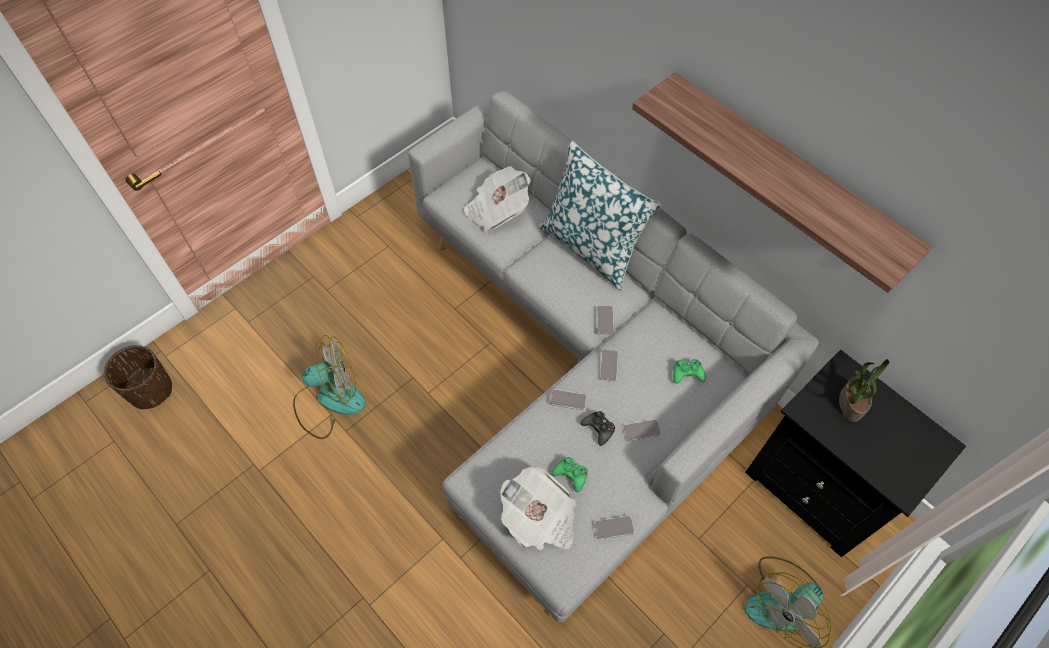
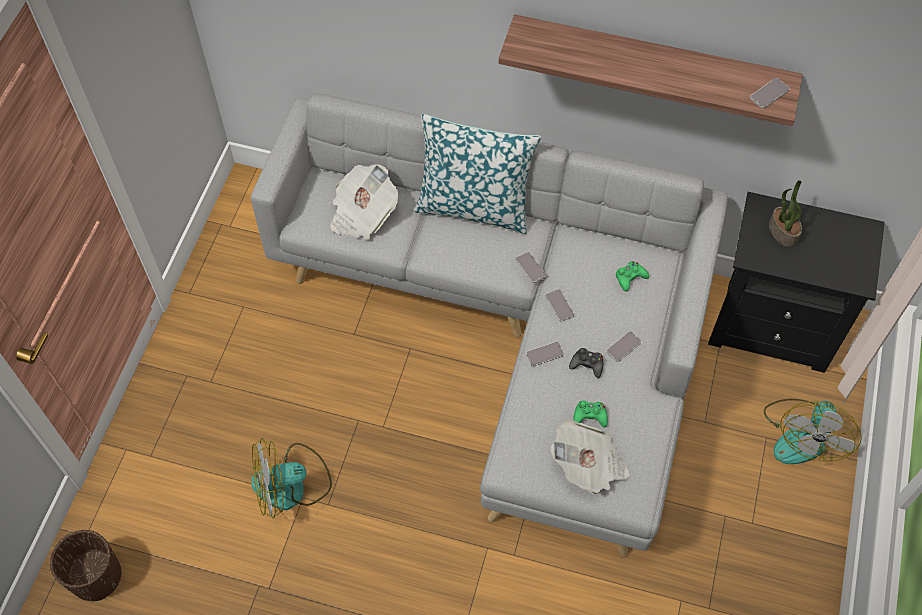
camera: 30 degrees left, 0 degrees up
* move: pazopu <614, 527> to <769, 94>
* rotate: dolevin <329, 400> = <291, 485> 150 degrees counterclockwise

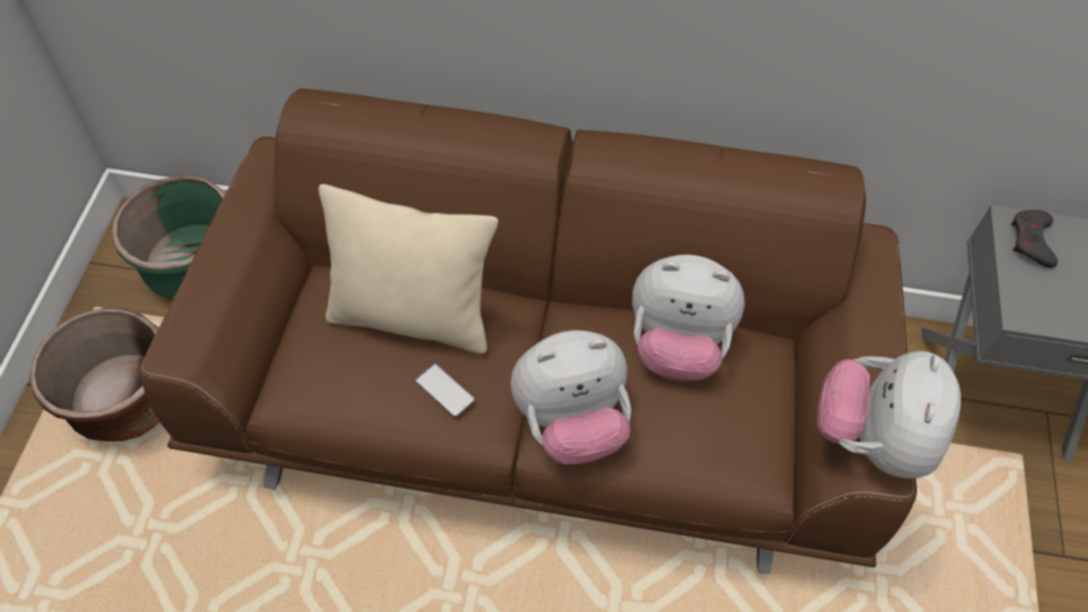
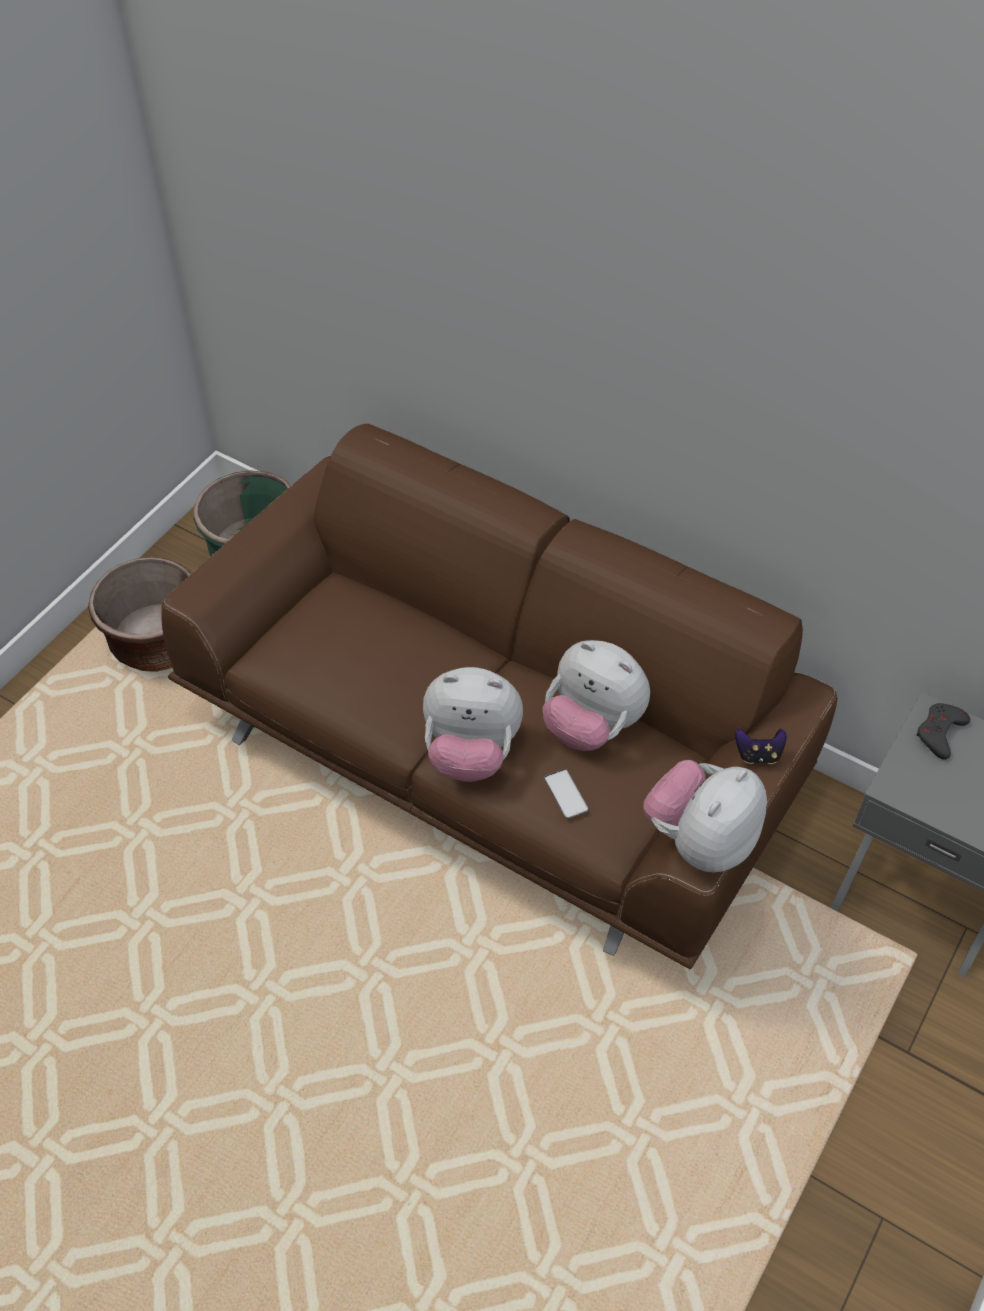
camera: 25 degrees right, 5 degrees down
* delete: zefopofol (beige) <413, 317>
* insert: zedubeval <758, 754>
* move: pazopu <444, 390> to <566, 794>

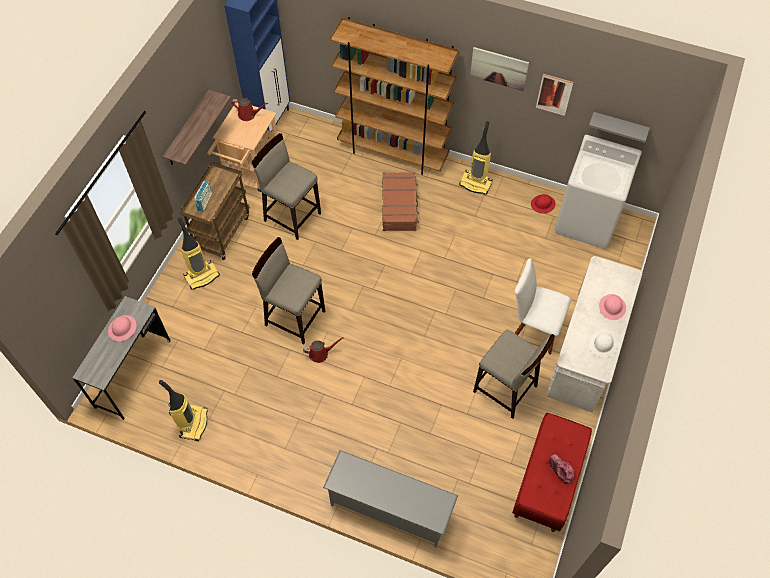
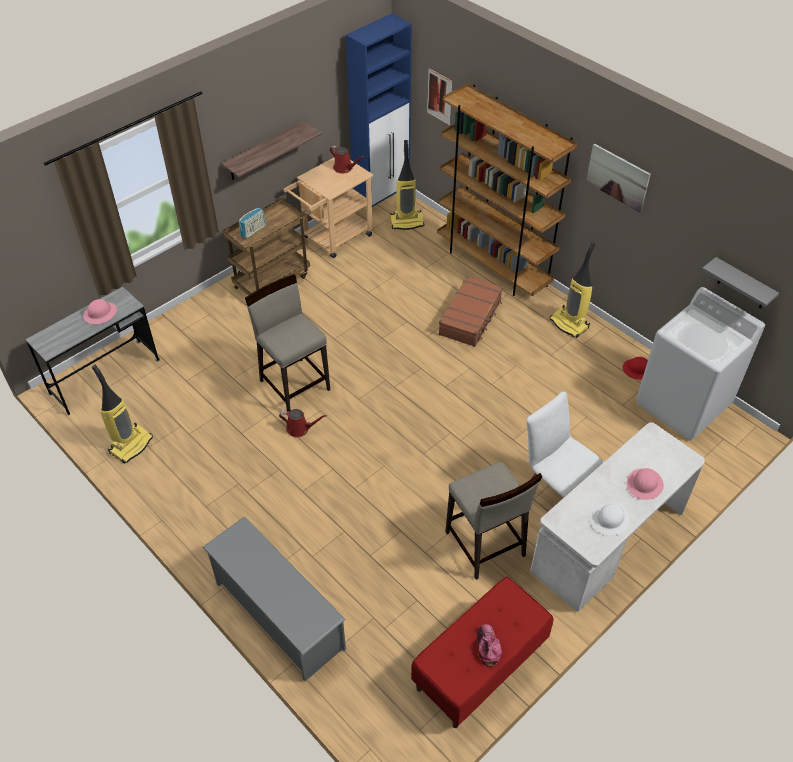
camera: 25 degrees right, 10 degrees down
* delete: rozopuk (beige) <292, 216>
* move: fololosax <202, 276> to <407, 222>
* move: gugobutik <554, 94> to <439, 97>

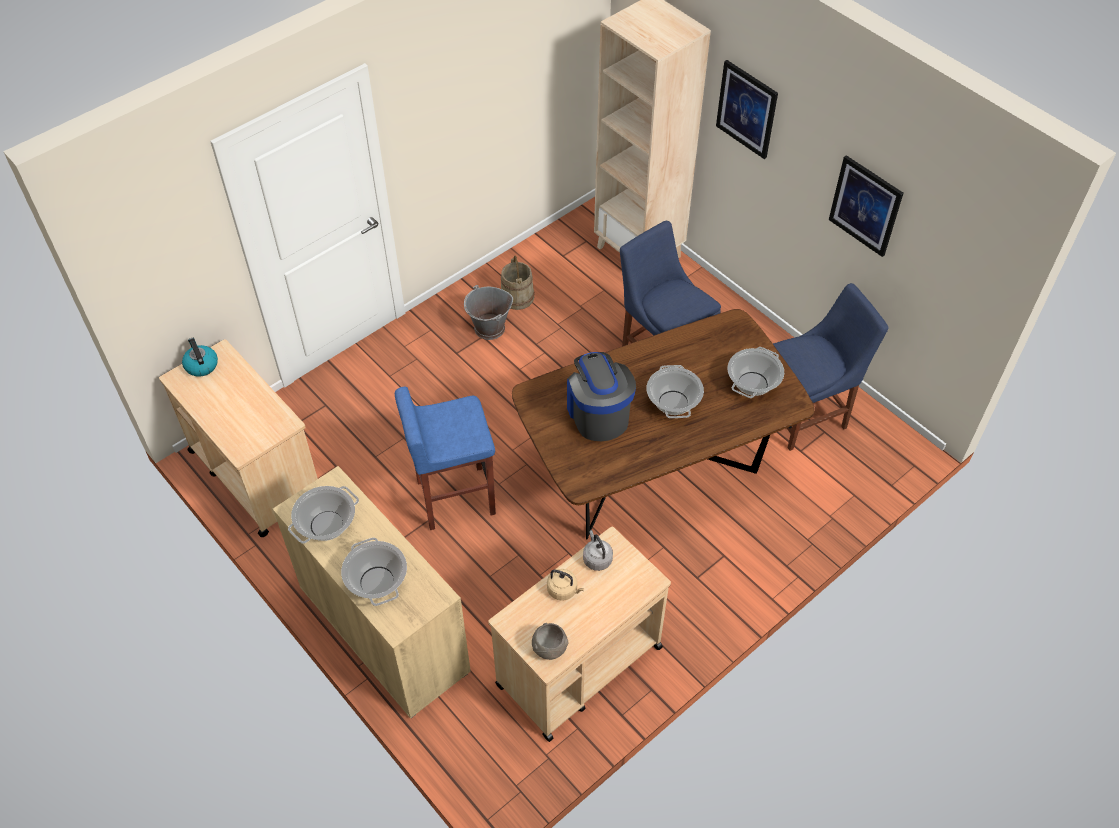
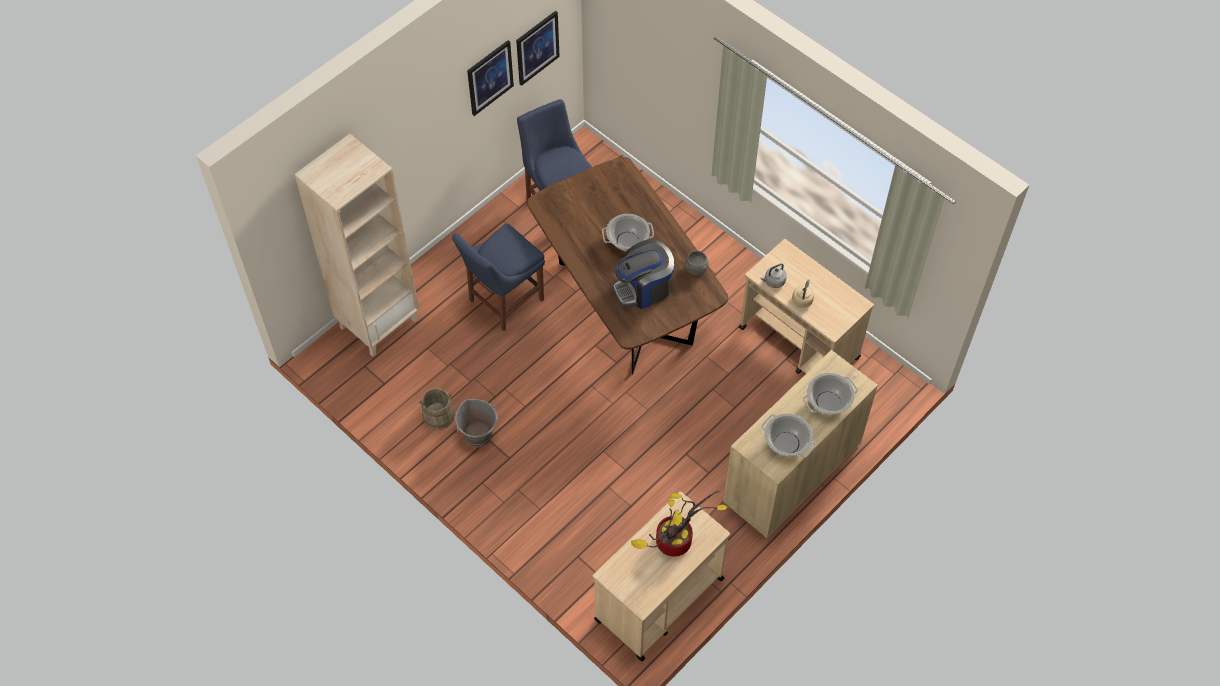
camera: 95 degrees left, 5 degrees up
* delete: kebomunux <201, 365>
* delete: rozopuk (blue) <454, 497>
* delete: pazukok <752, 383>
* insert: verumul <673, 544>
* move: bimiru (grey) <550, 649> to <696, 269>
* move: gugobutik <747, 109> to <537, 47>

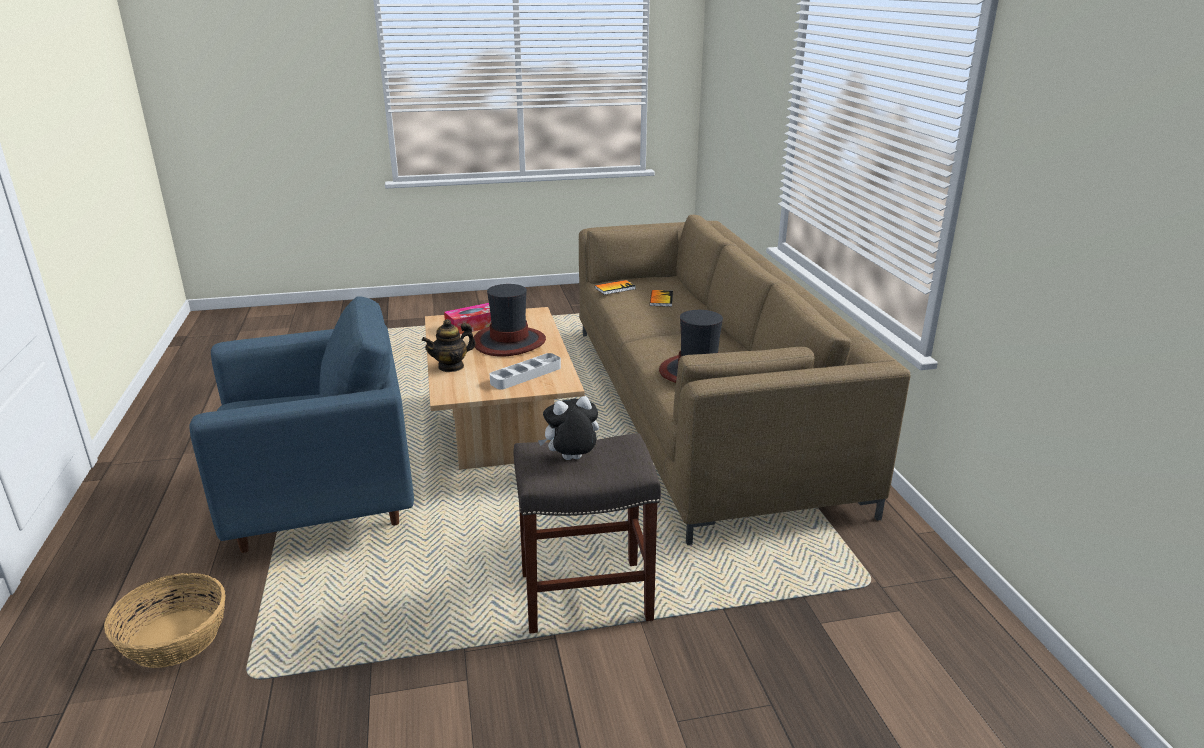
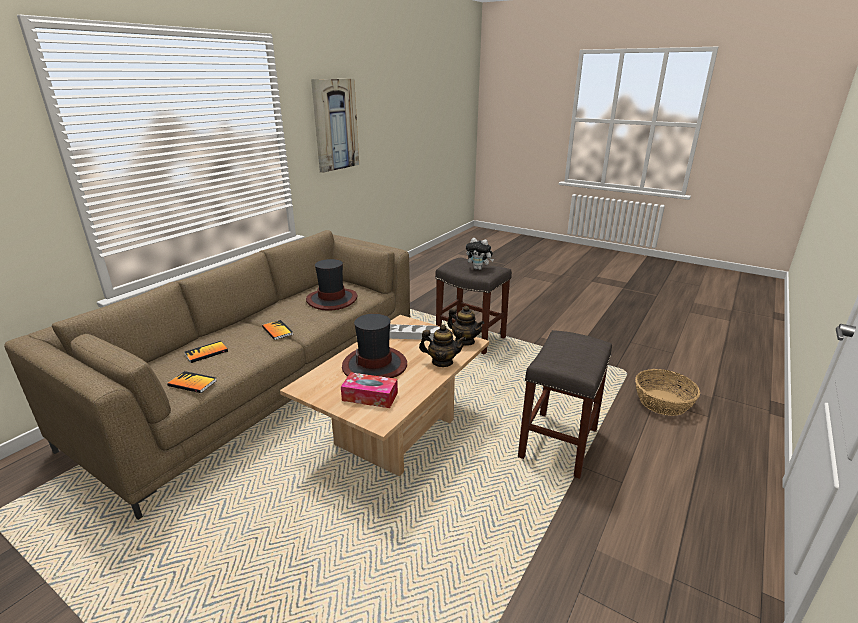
camera: 135 degrees left, 0 degrees up
* insert: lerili <277, 331>
* insert: gugobutik <335, 125>
* insert: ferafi <465, 341>
* replace: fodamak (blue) <321, 505> to rozopuk (grey) <558, 442>

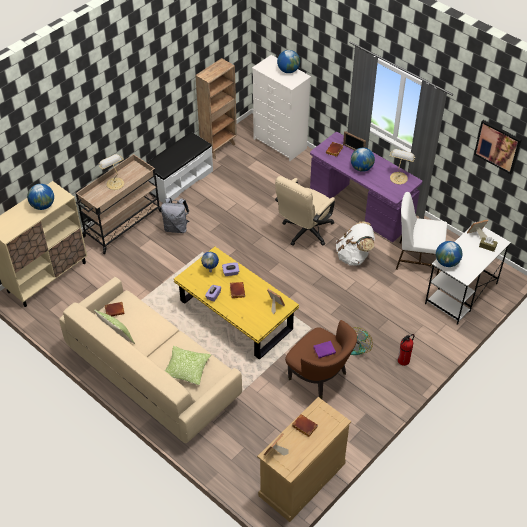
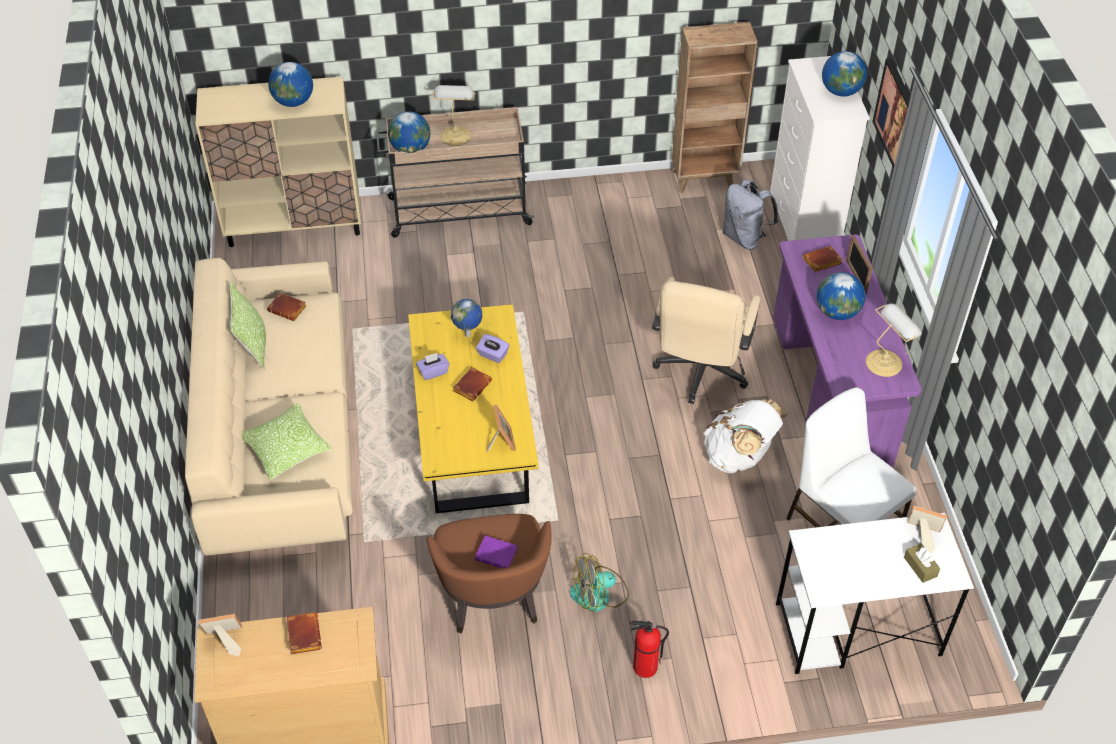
camera: 40 degrees right, 0 degrees up
* delete: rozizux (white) <179, 181>
* move: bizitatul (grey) <176, 228> to <745, 238>
* move: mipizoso <447, 262> to <410, 149>
* move: gugobutik <498, 146> to <896, 114>
* rotate: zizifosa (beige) <304, 232> = <700, 373> 60 degrees counterclockwise

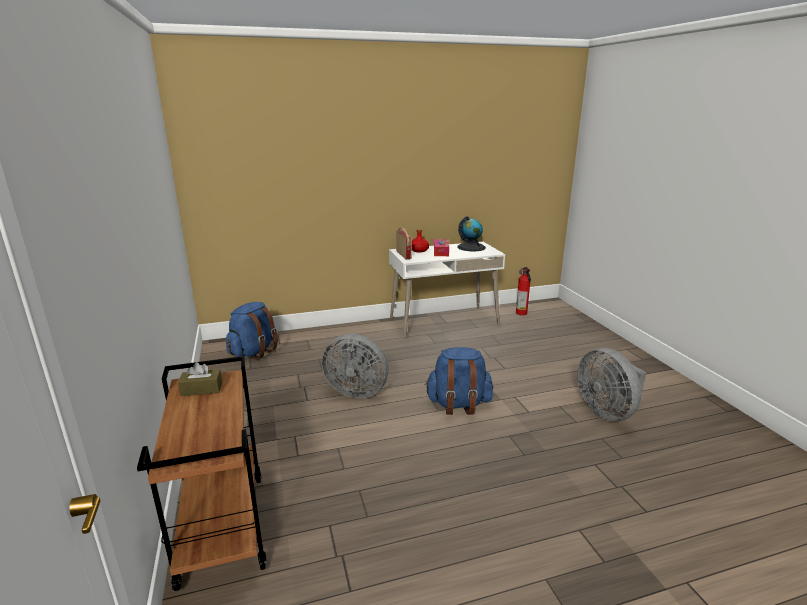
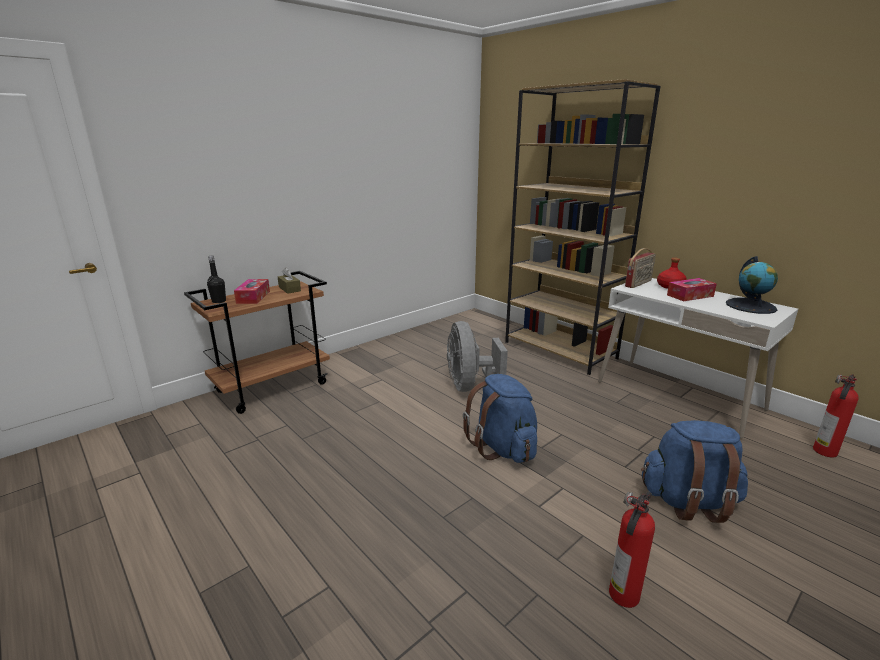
camera: 65 degrees right, 0 degrees up
* insert: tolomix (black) <219, 301>
* insert: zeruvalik <253, 297>
* insert: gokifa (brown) <560, 350>
* move: bizitatul (blue) <254, 351> to <688, 501>
* replace: dolevin (grey) <607, 411> to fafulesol <623, 596>

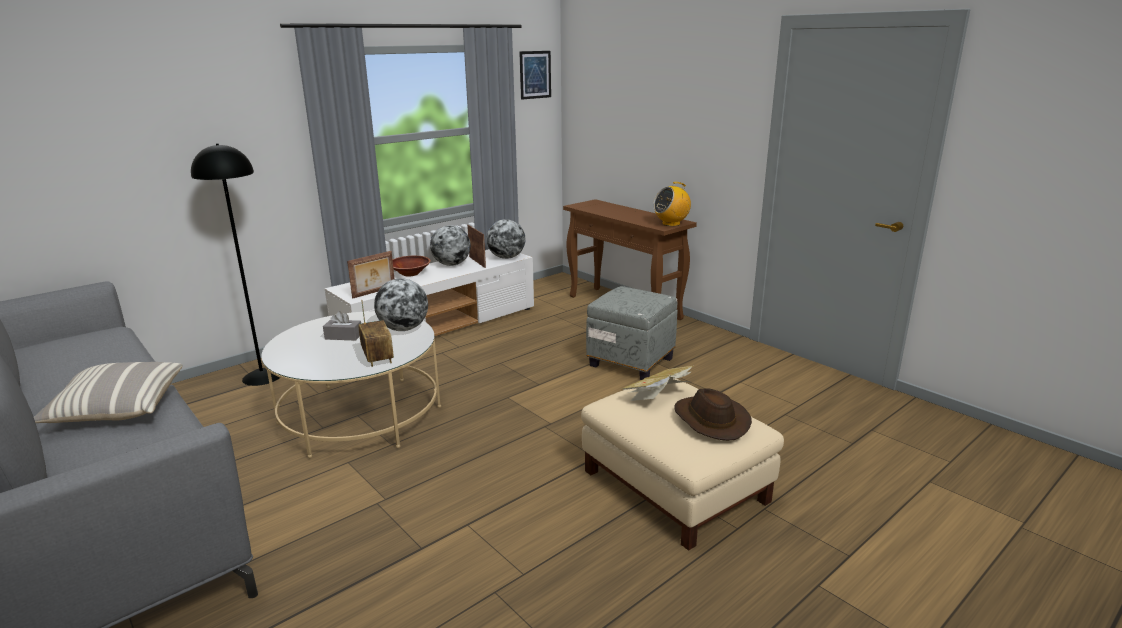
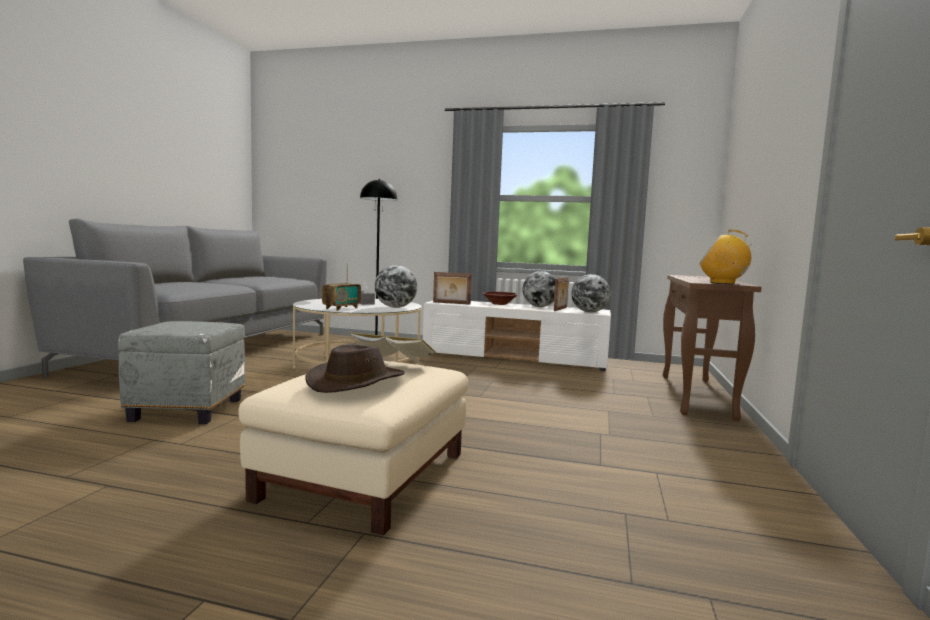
camera: 55 degrees right, 15 degrees down
* delete: zefopofol <117, 409>
* delete: gugobutik <535, 74>
* move: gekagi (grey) <630, 362> to <187, 409>

